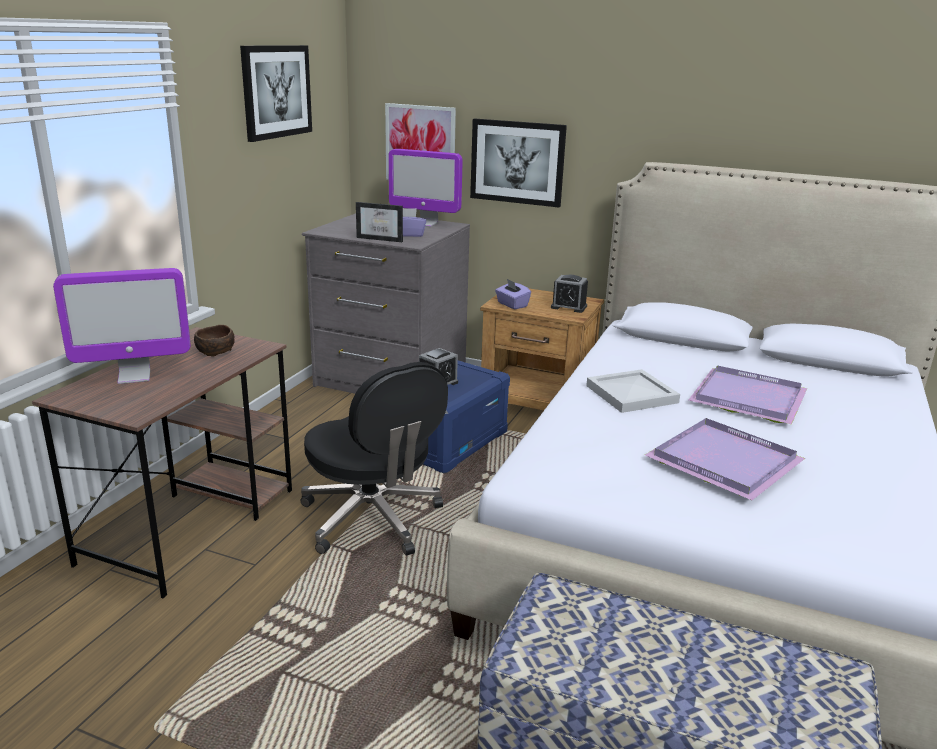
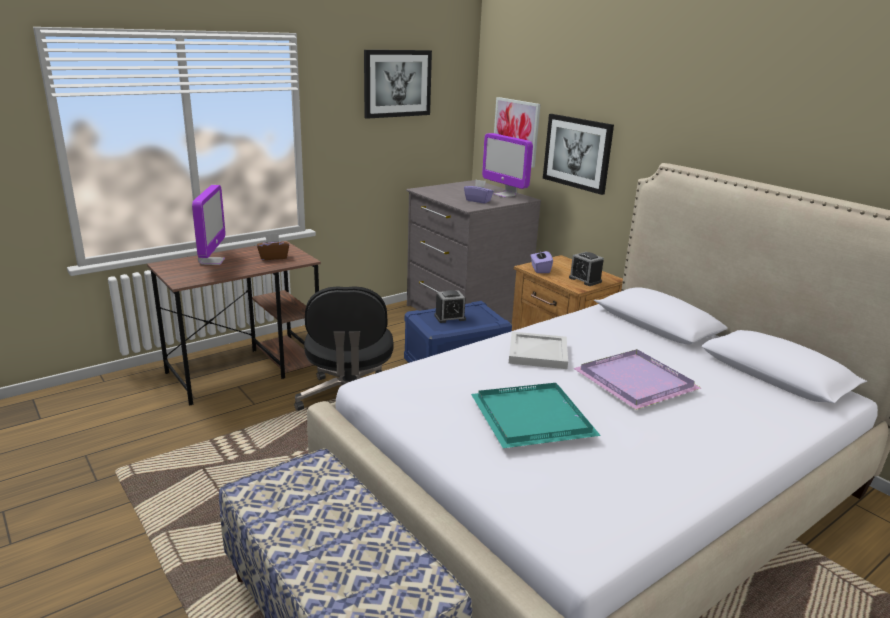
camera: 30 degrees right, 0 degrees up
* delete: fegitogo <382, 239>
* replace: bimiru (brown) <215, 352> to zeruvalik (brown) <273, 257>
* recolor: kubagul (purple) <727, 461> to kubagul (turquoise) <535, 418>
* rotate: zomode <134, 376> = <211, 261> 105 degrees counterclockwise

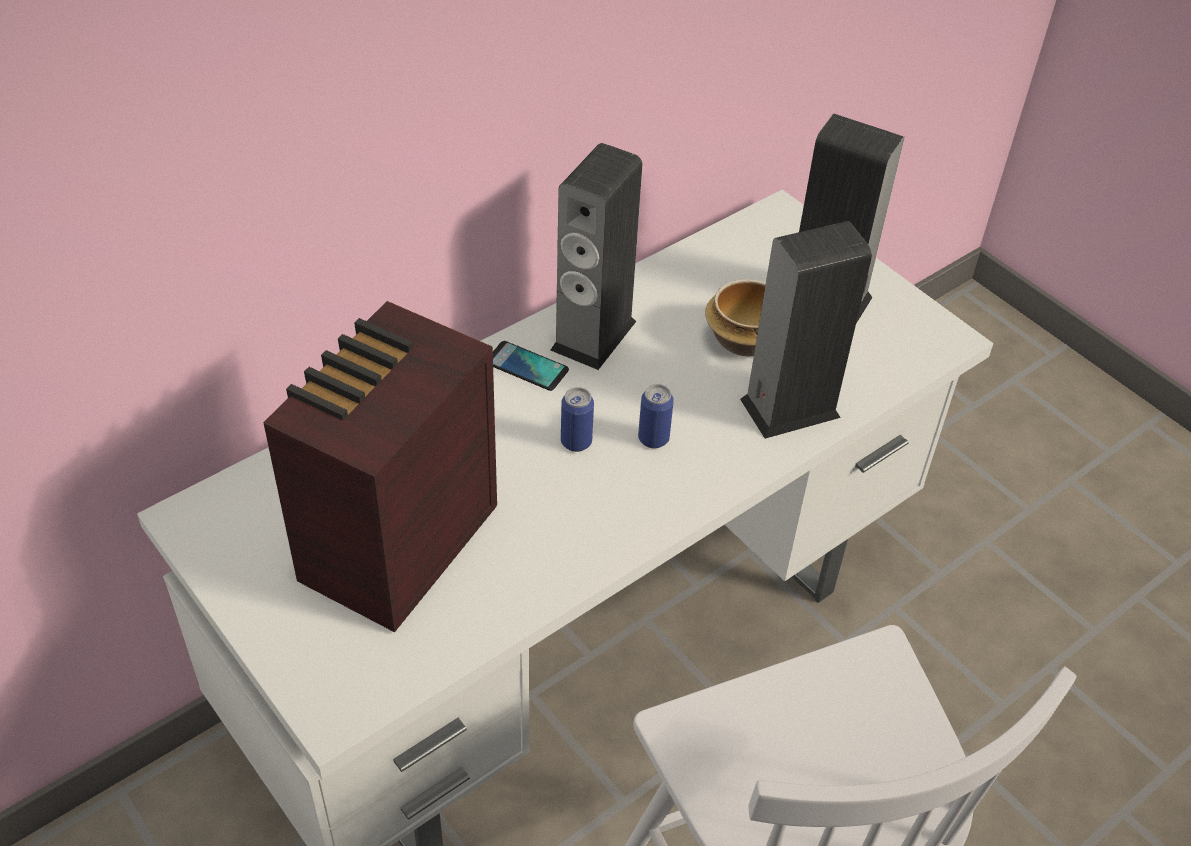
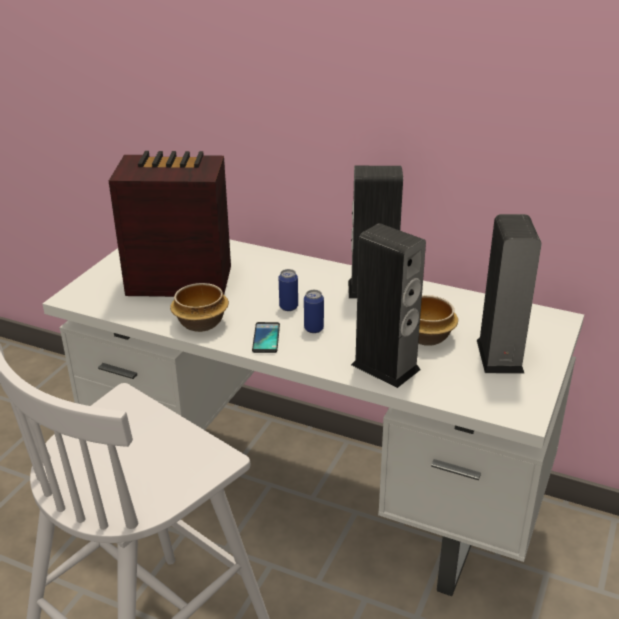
camera: 65 degrees right, 15 degrees down
* insert: bimiru <201, 324>
* move: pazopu <527, 367> to <266, 338>

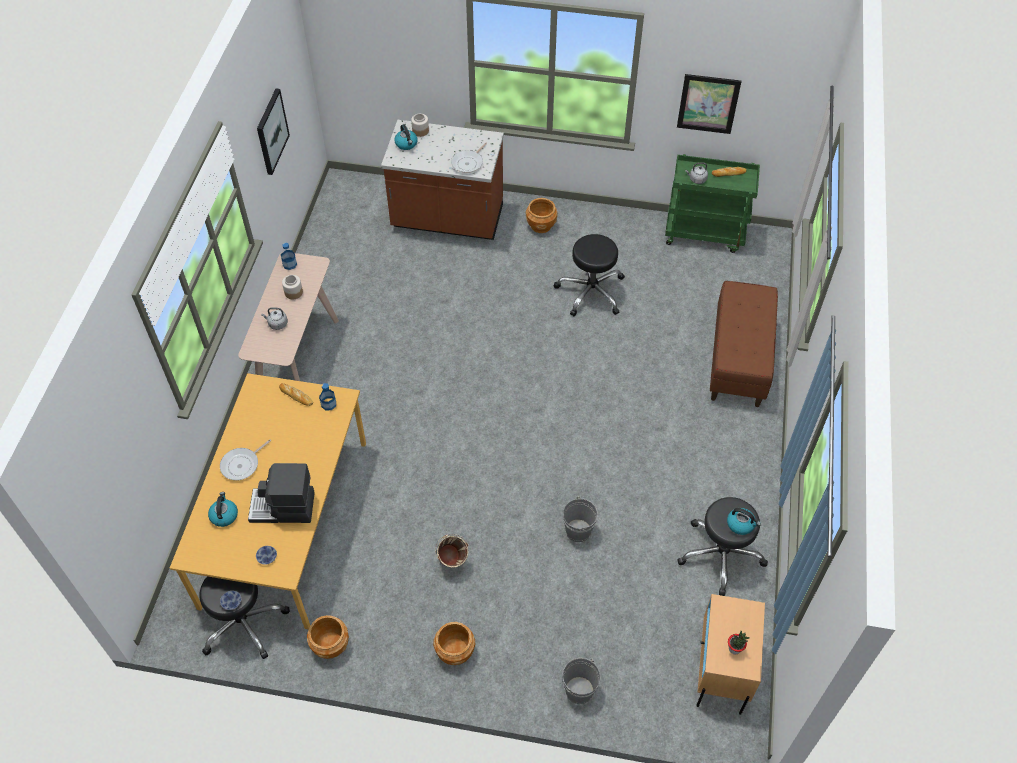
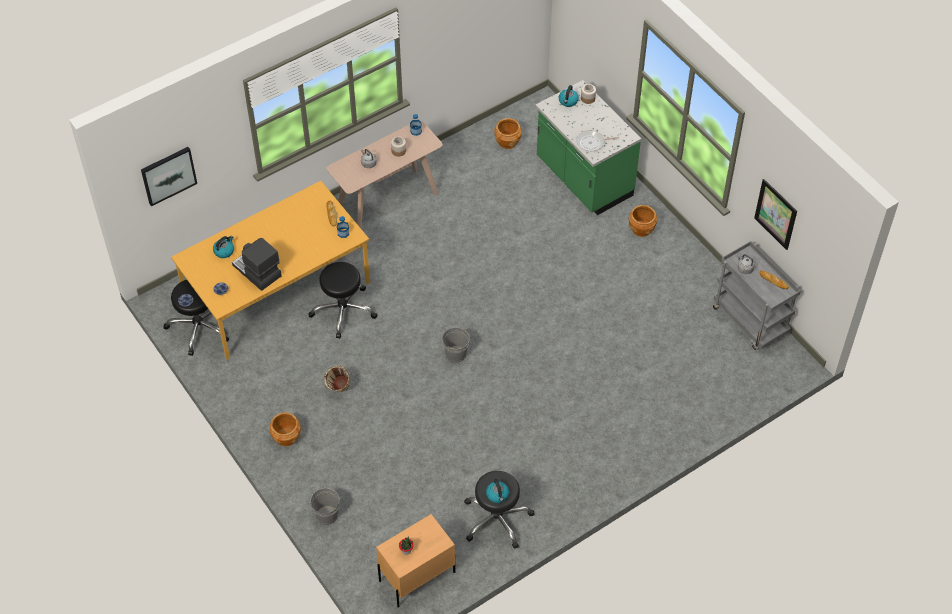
camera: 45 degrees right, 0 degrees up
* delete: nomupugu <242, 464>
* delete: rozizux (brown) <738, 360>
* move: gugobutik <271, 131> to <168, 175>
* move: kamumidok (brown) <330, 645> to <507, 142>
* move: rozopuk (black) <591, 291> to <343, 310>
* move: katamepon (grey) <578, 531> to <456, 354>
* recolor: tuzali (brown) <447, 219> to tuzali (green) <583, 178>
* recolor: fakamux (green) <705, 234> to fakamux (grey) <751, 321>

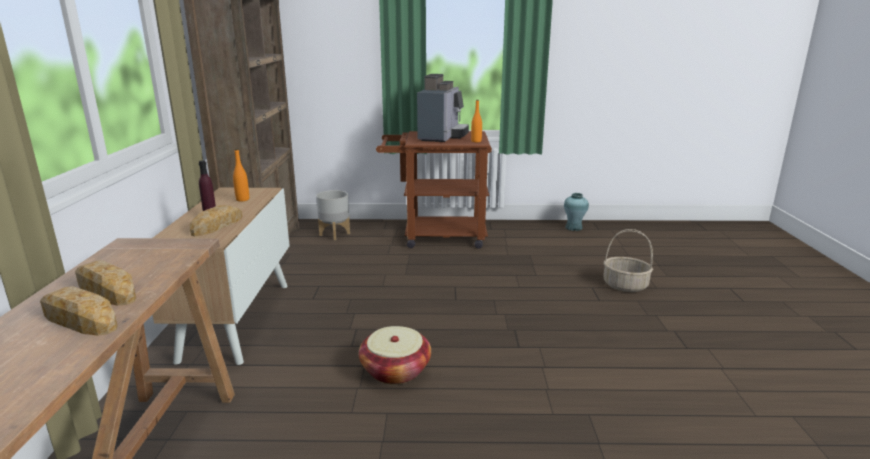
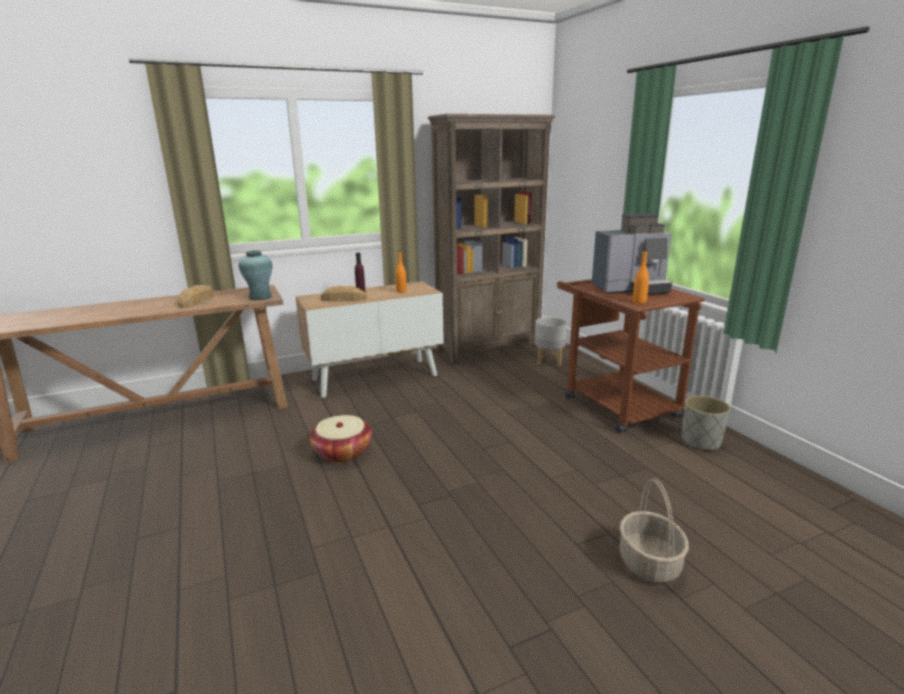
camera: 65 degrees right, 0 degrees up
* delete: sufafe <79, 319>
* insert: kamumidok (grey) <701, 442>
* move: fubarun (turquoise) <574, 228> to <260, 297>

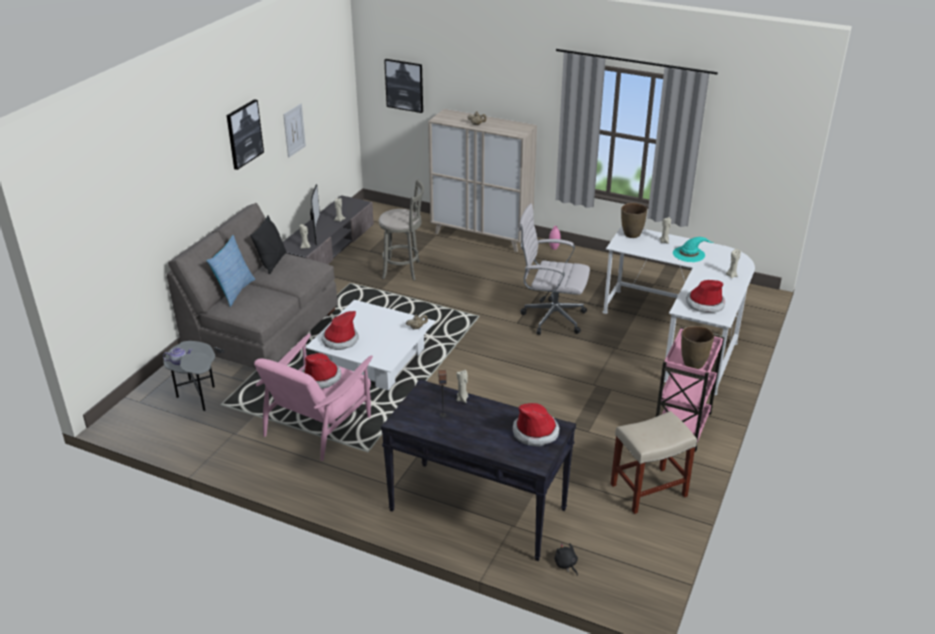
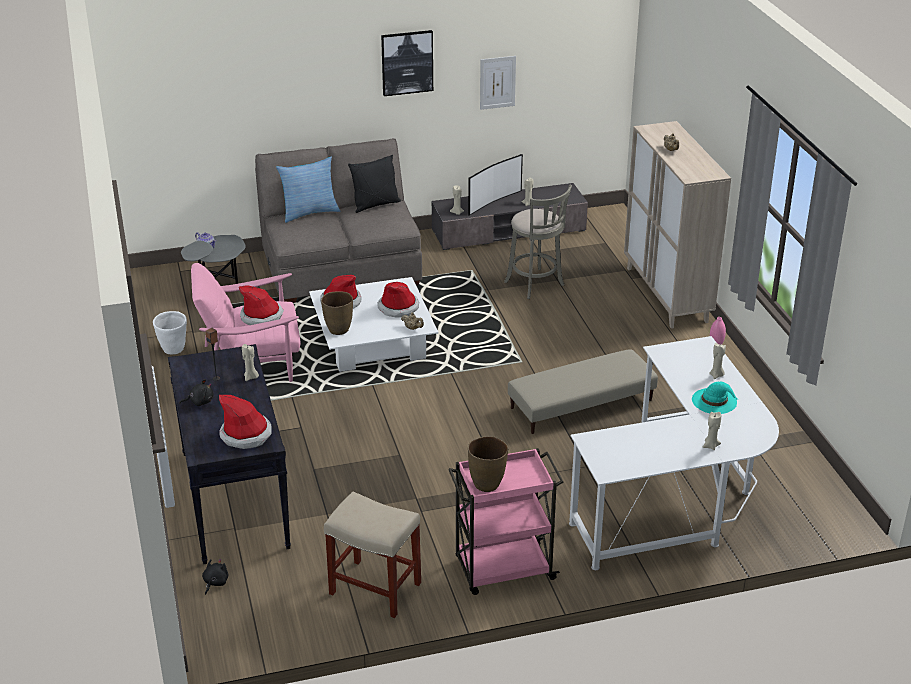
camera: 50 degrees right, 0 degrees up
* delete: gugobutik <404, 85>
* insert: kamumidok (white) <173, 350>
* insert: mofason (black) <200, 401>
* move: fubarun (brown) <631, 234> to <338, 330>
* move: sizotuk <705, 304> to <398, 307>
* replace: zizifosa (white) <550, 318> to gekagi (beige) <581, 403>

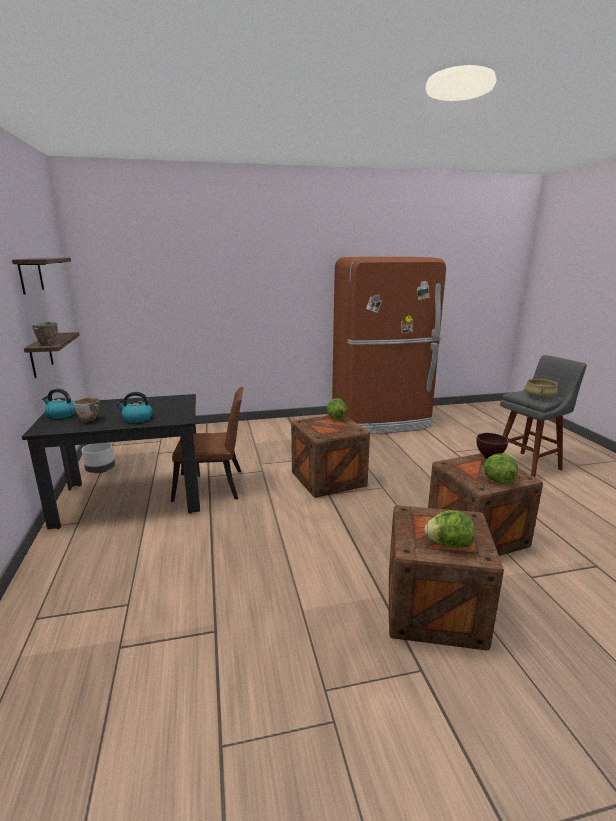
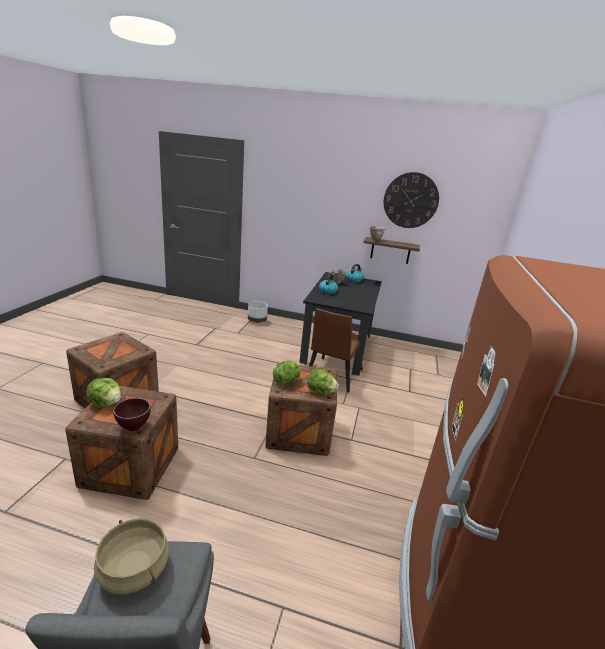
camera: 115 degrees right, 5 degrees up
* move: kamumidok (grey) <100, 470> to <257, 321>
* move: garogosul <448, 544> to <286, 382>
* replace: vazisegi <30, 275> to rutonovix <410, 200>

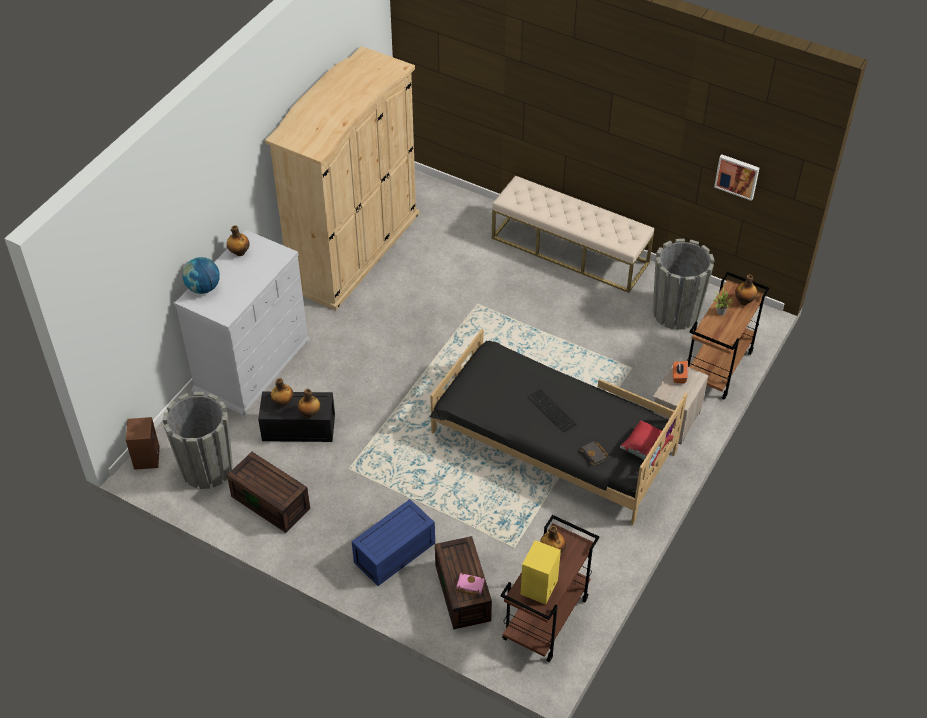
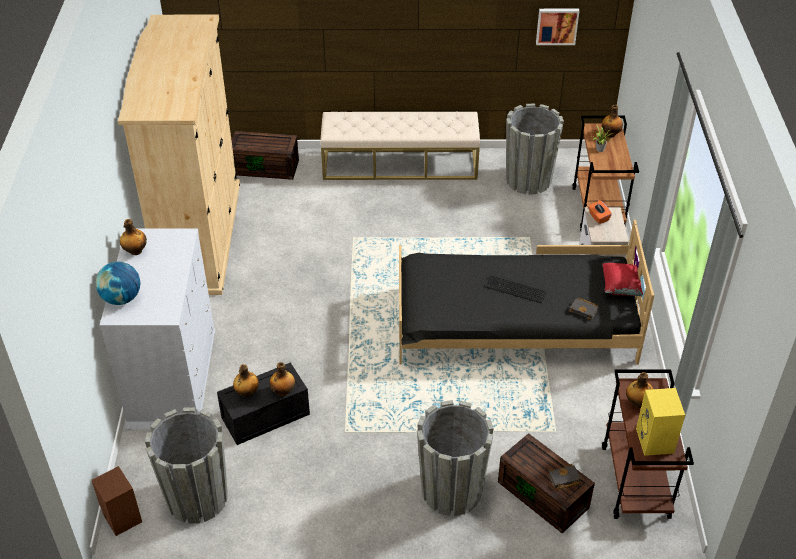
camera: 30 degrees left, 5 degrees down
* move: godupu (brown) <272, 502> to <266, 167>
* replace: godupu (blue) <394, 554> to kamumidok (grey) <451, 490>
* recolor: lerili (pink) <469, 586> to lerili (black) <564, 479>

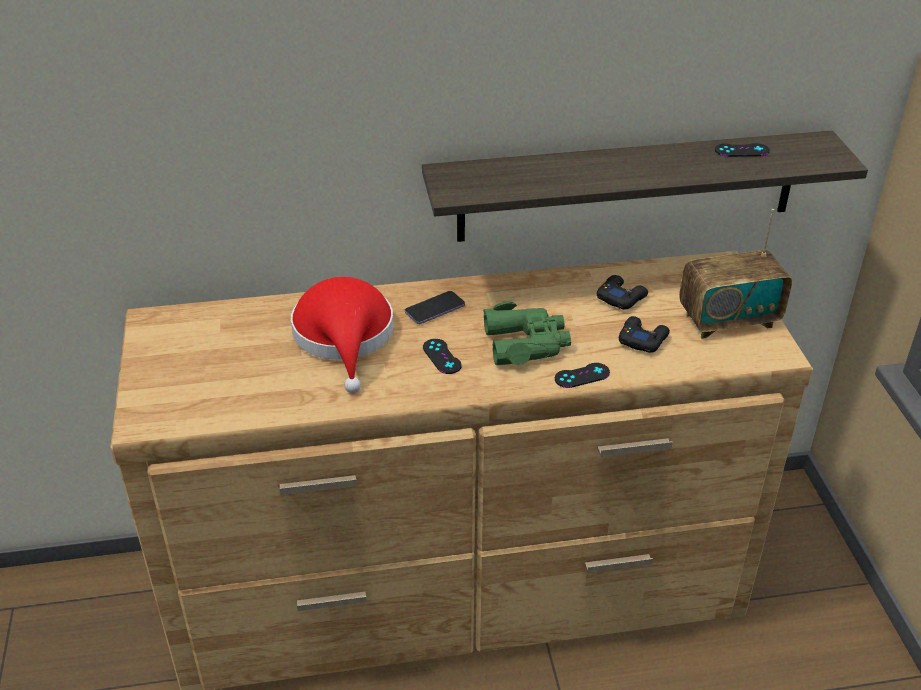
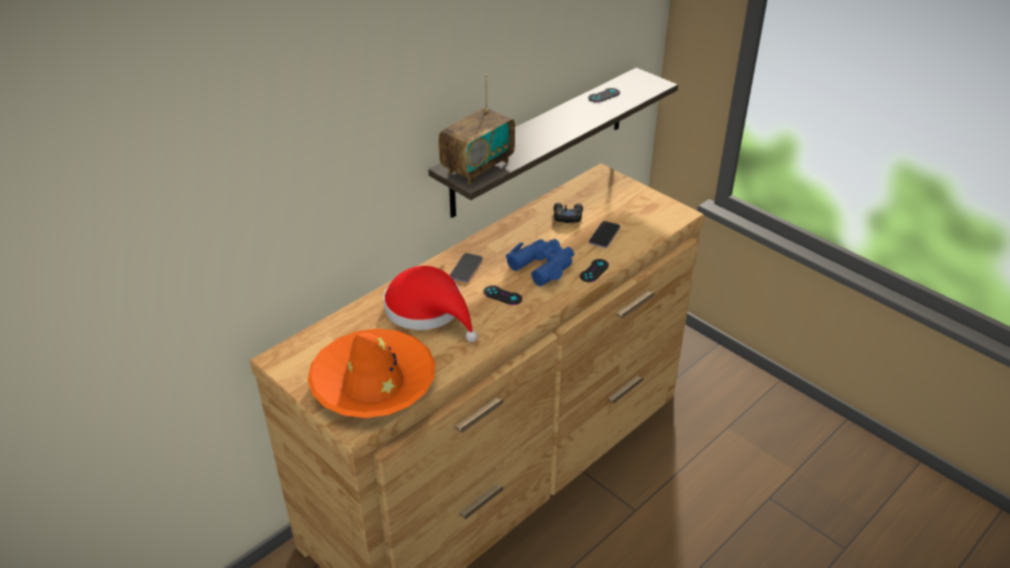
camera: 35 degrees left, 0 degrees up
* insert: sizotuk (orange) <373, 383>
* move: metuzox <728, 320> to <477, 167>
* replace: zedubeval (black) <642, 339> to pazopu <604, 235>
* recolor: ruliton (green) <526, 343> to ruliton (blue) <543, 266>

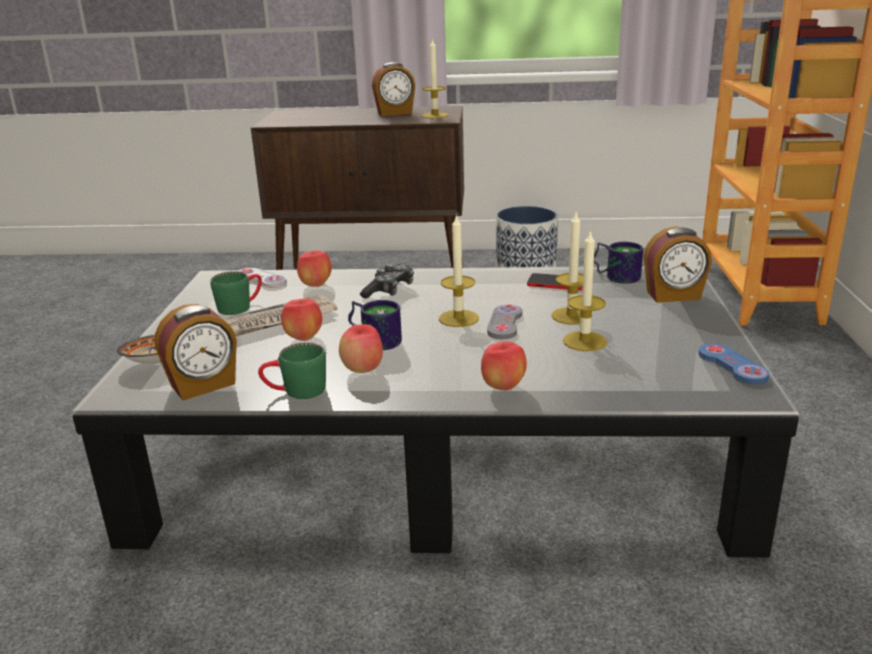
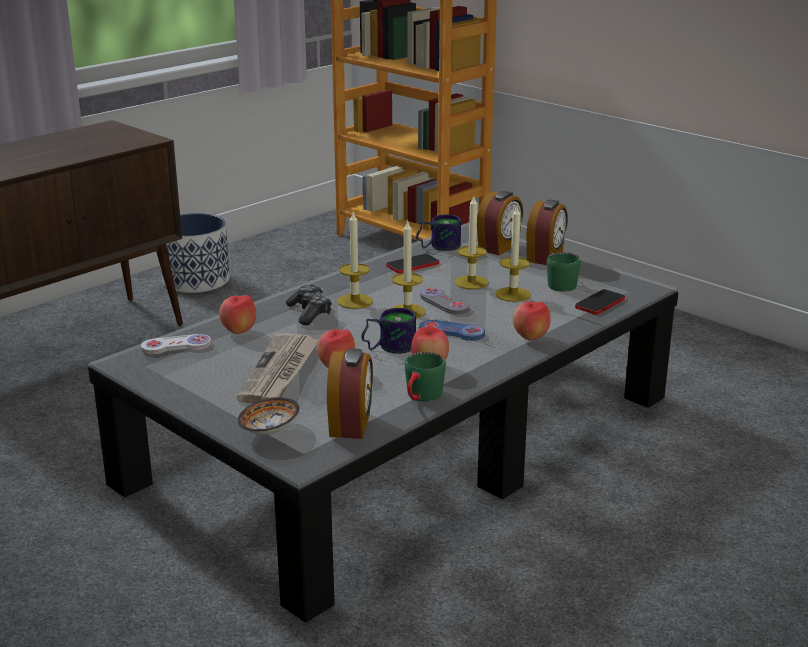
camera: 50 degrees left, 0 degrees up
* insert: pazopu <600, 303>
* move: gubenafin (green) <240, 306> to <560, 283>
* move: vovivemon <395, 113> to <545, 257>
* move: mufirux <435, 115> to <355, 301>
* move: zedubeval (blue) <732, 366> to <451, 332>

